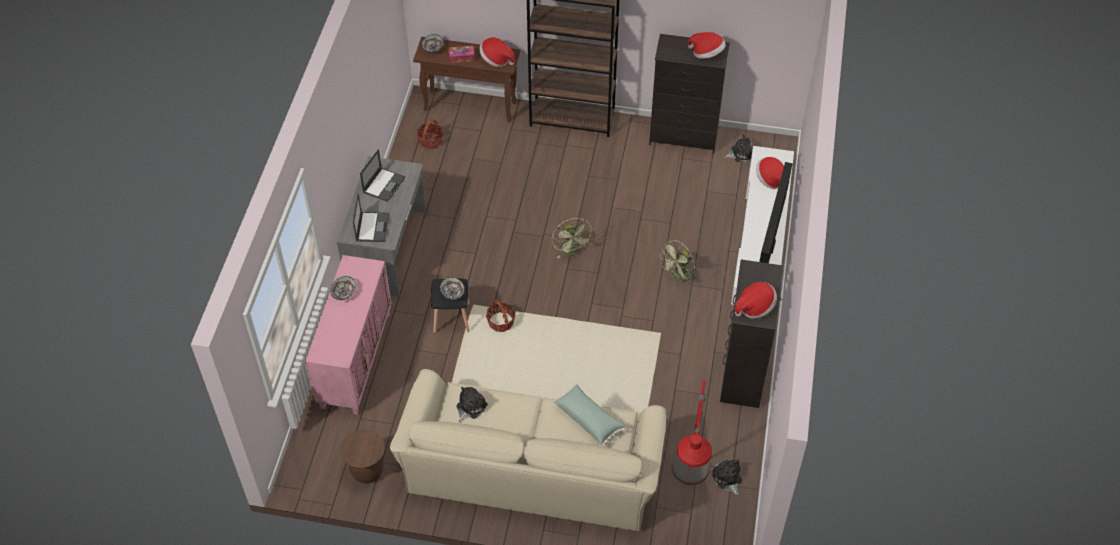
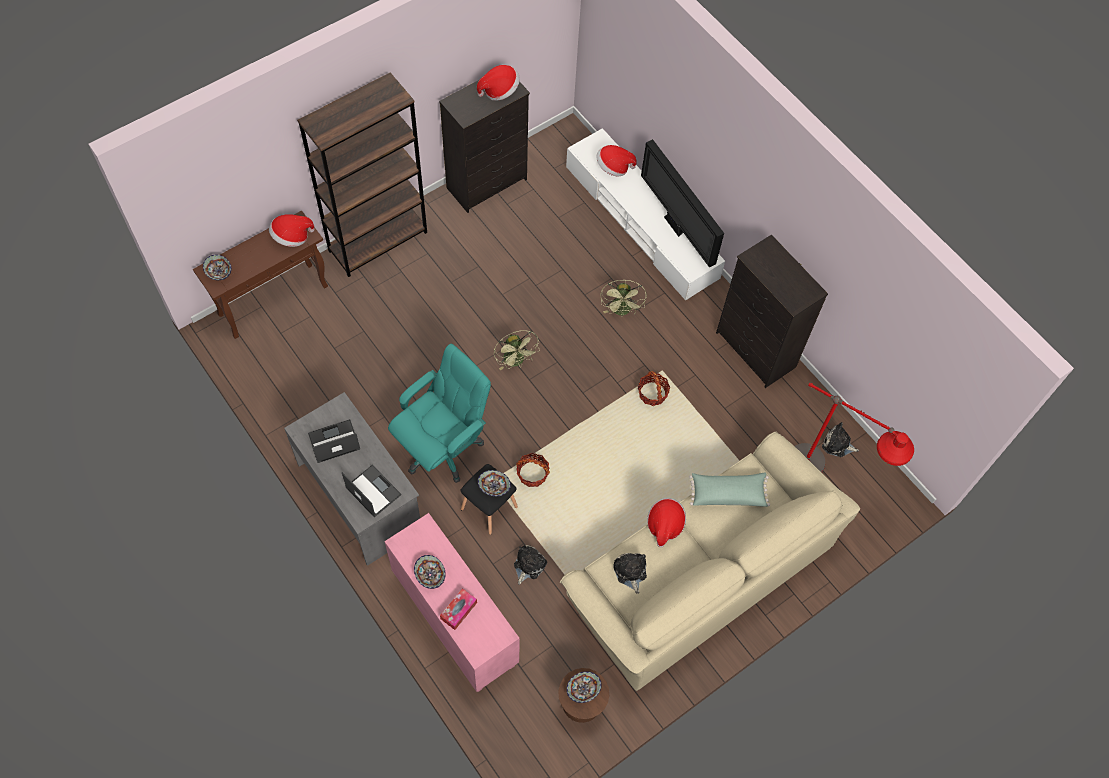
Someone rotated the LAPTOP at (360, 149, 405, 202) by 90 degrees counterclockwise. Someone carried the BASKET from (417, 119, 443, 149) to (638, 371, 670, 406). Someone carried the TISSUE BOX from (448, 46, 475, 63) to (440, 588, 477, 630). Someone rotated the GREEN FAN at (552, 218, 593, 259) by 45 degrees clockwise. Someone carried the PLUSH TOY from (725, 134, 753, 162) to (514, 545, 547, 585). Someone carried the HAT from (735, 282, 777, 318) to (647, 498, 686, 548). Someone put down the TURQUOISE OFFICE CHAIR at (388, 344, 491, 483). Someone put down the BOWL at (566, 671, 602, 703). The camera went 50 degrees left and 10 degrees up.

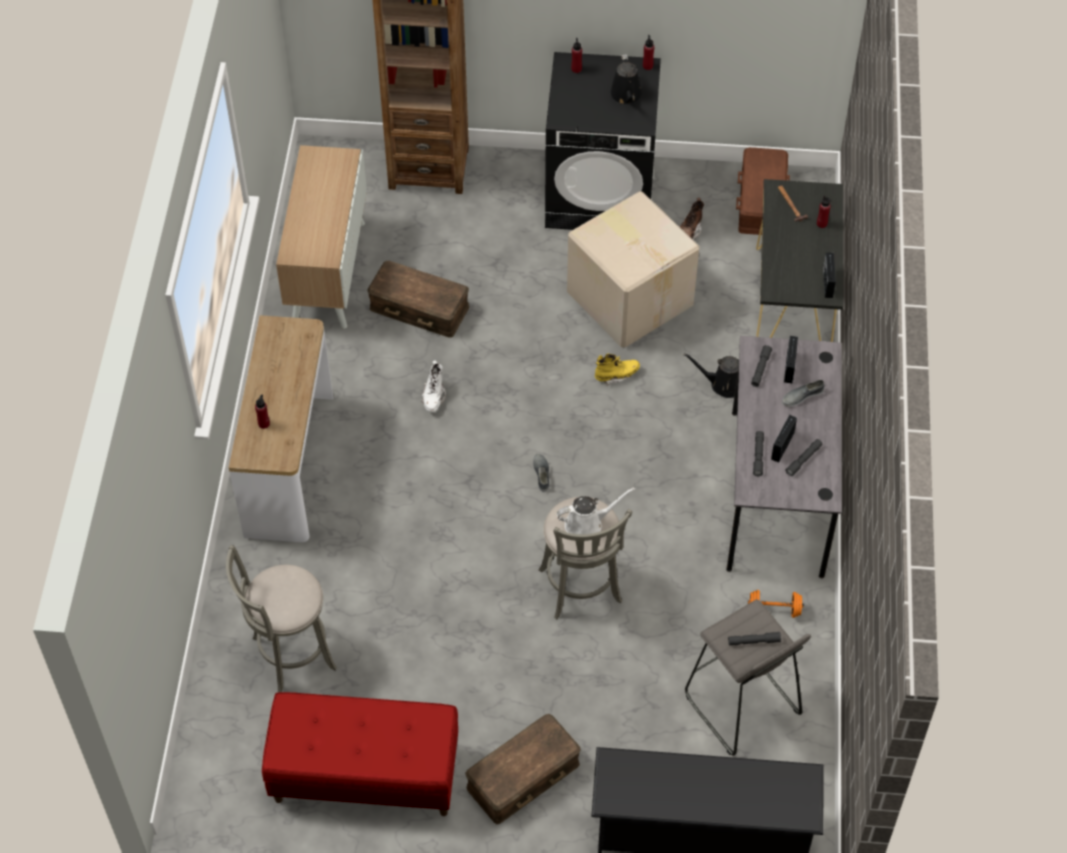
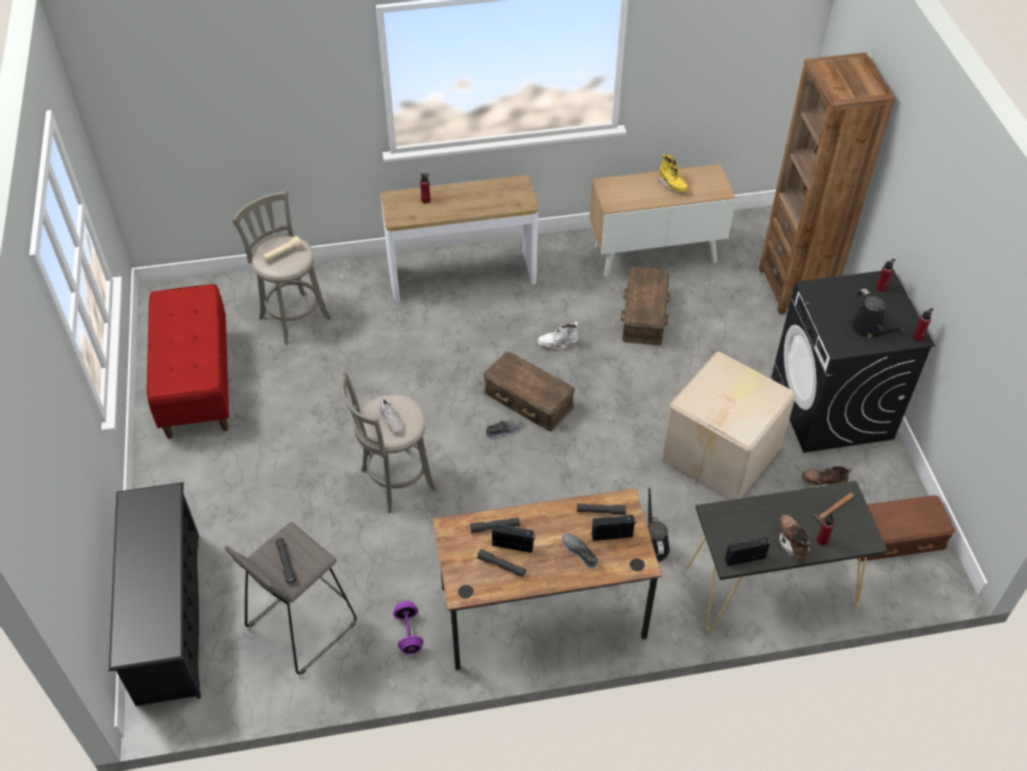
Someone carried the BROWN STORAGE BOX from (465, 714, 581, 824) to (483, 352, 575, 431). Someone swapped the WHITE WATERING CAN at (557, 487, 635, 534) for the WHITE SHOE at (379, 398, 404, 434). Someone carried the YELLOW BOOT from (595, 354, 640, 386) to (659, 154, 688, 192). Someone rotated the BLACK WATERING CAN at (610, 54, 642, 105) by 90 degrees counterclockwise. Someone repainted the GREY DESK at (726, 336, 842, 578), which became the BROWN DESK at (433, 488, 662, 670). Someone repainted the ORANGE DUMBBELL at (748, 590, 804, 618), which became the PURPLE DUMBBELL at (393, 601, 423, 654). Someone put down the BEIGE FLASHLIGHT at (262, 236, 302, 261). Someone put down the BROWN BOOT at (779, 515, 811, 560). The camera went 75 degrees right and 5 degrees down.

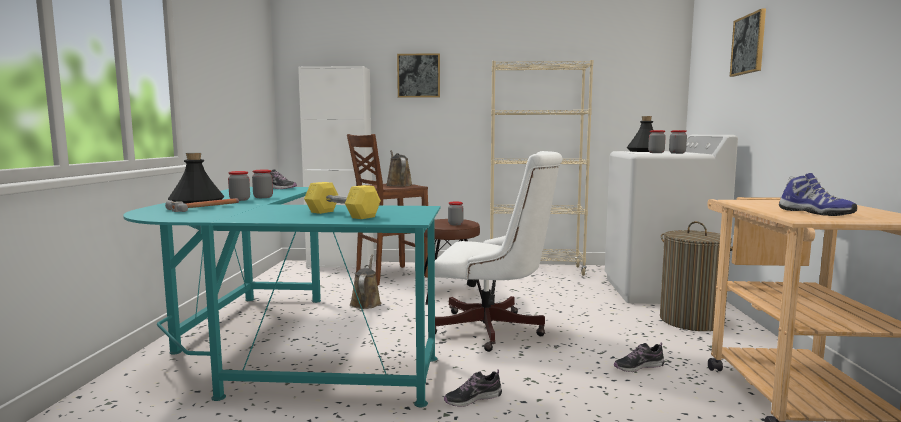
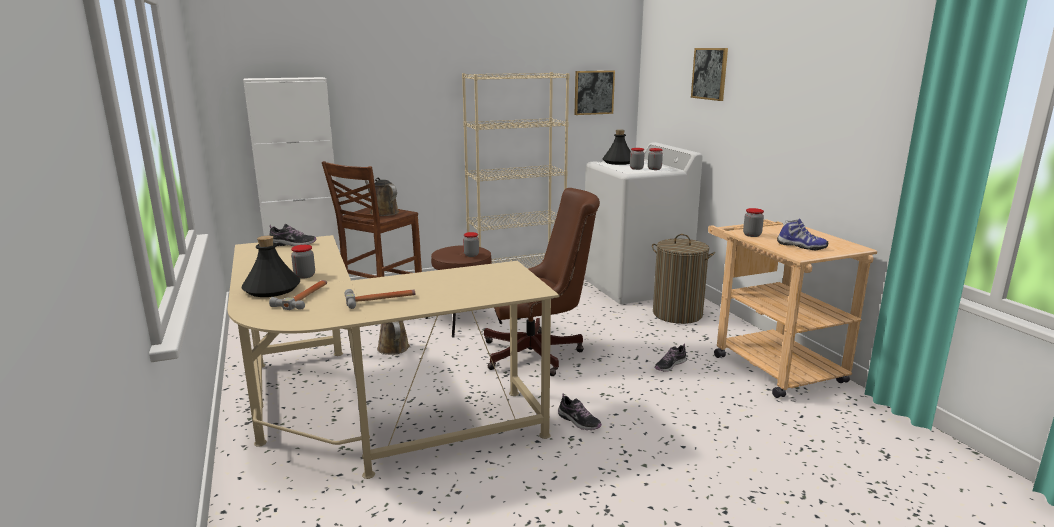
Someone repainted the TURQUOISE DESK at (123, 187, 440, 408), which became the BEIGE DESK at (227, 235, 559, 479). Someone carried the JAR from (252, 170, 273, 198) to (743, 208, 764, 237). Someone took away the YELLOW DUMBBELL at (304, 182, 381, 219). Someone carried the PICTURE from (397, 53, 440, 98) to (575, 70, 615, 115). Someone repainted the WHITE OFFICE CHAIR at (435, 151, 563, 352), which became the BROWN OFFICE CHAIR at (484, 188, 600, 376). Someone rotated the SHOE at (444, 370, 502, 407) by 90 degrees counterclockwise. Someone put down the HAMMER at (345, 289, 416, 309). The camera went 25 degrees left and 10 degrees up.

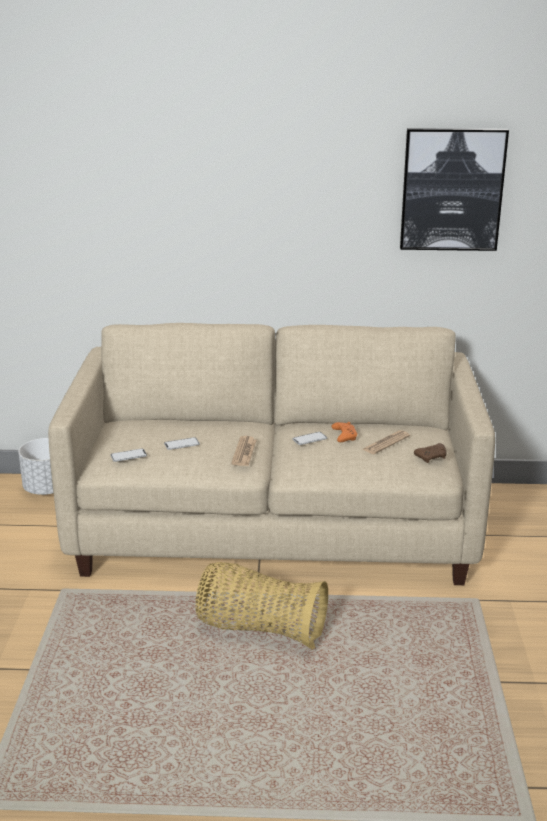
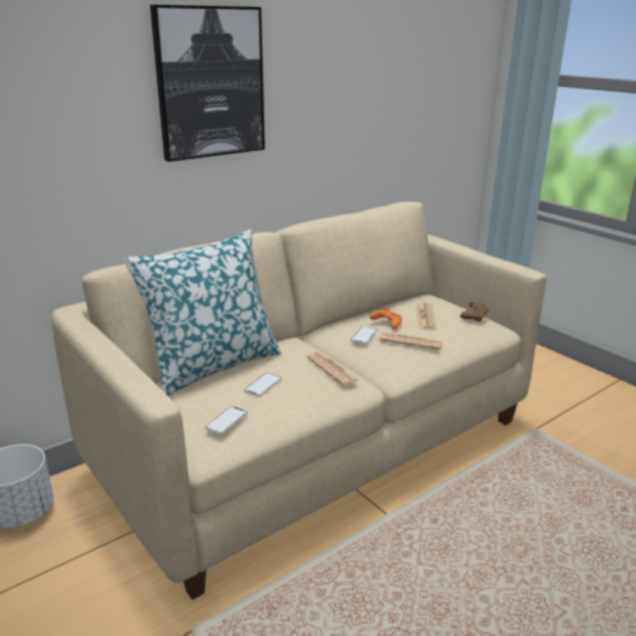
Someone took away the BASKET at (195, 562, 328, 650). Someone carried the PICTURE from (400, 128, 509, 251) to (150, 5, 265, 162). Someone put down the PILLOW at (124, 229, 281, 396). Someone put down the NEWSPAPER at (379, 332, 442, 349). The camera went 40 degrees left and 0 degrees up.

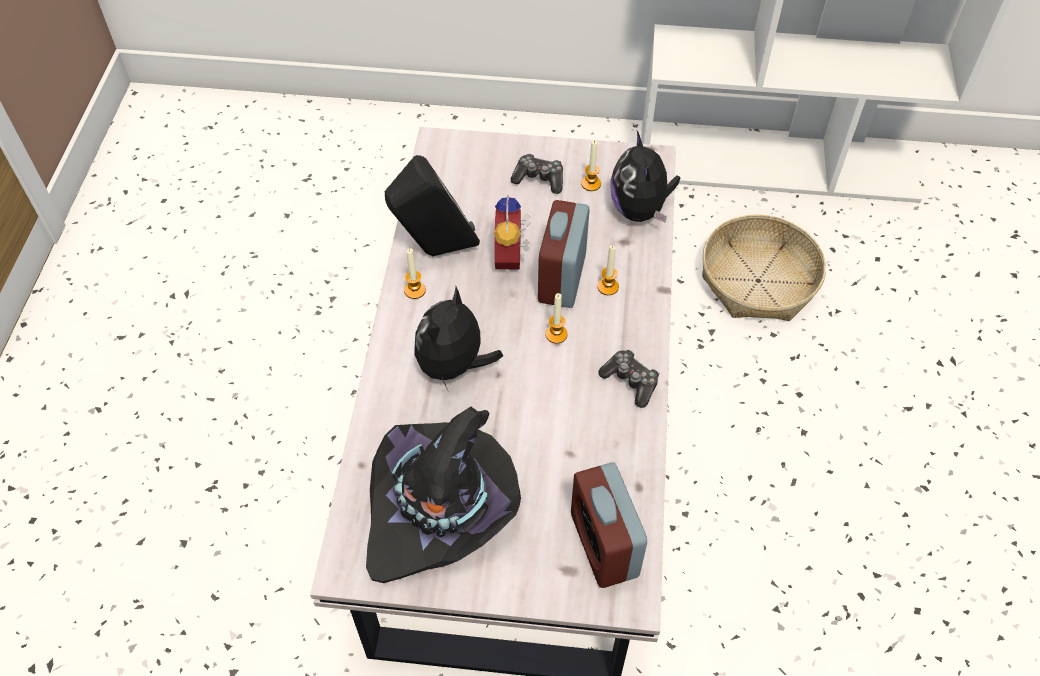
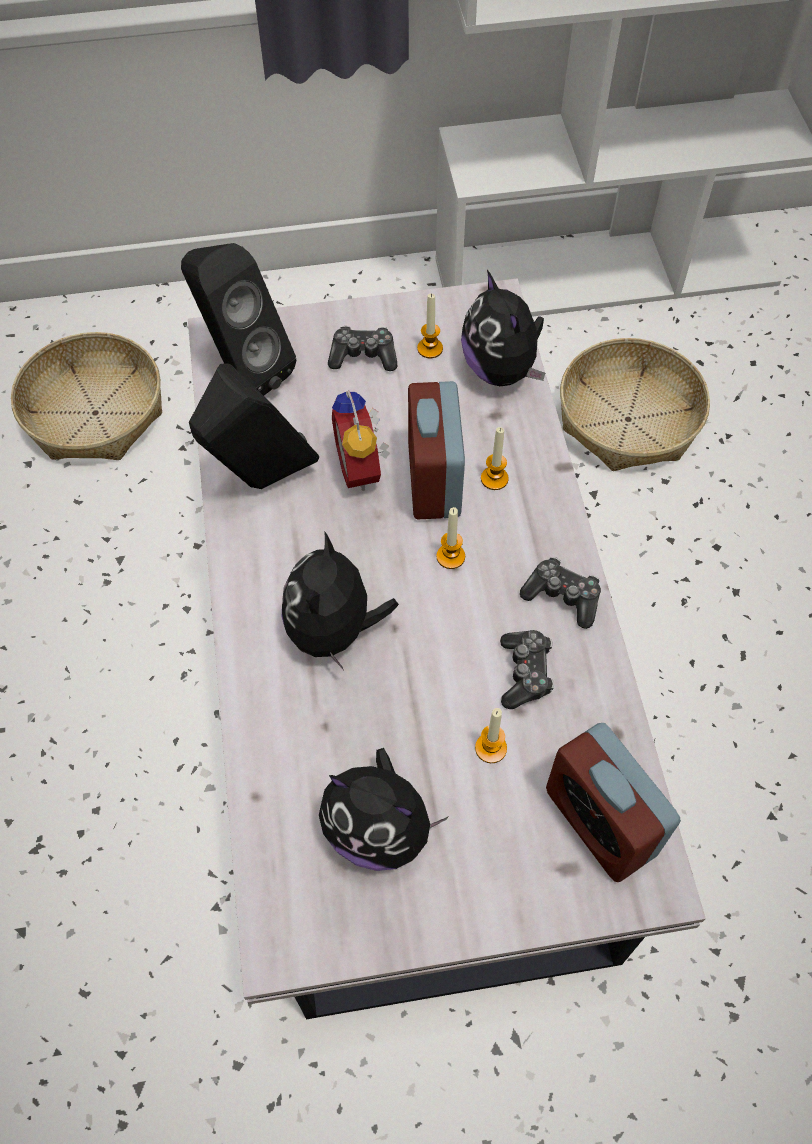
Someone swapped the BLACK HAT at (366, 407, 521, 583) for the PLUSH TOY at (319, 748, 449, 871). Someone carried the CANDLE from (404, 248, 426, 299) to (475, 708, 507, 763). Someone put down the BASKET at (11, 332, 162, 460). Someone put down the BLACK SPEAKER at (181, 243, 296, 396). Someone put down the GAME CONTROLLER at (500, 630, 554, 709). The camera went 15 degrees left and 5 degrees up.

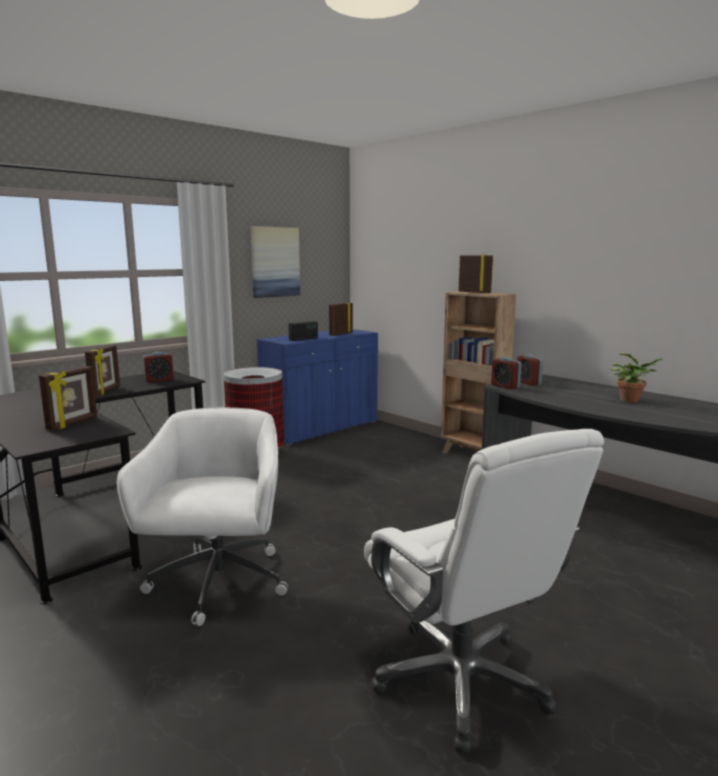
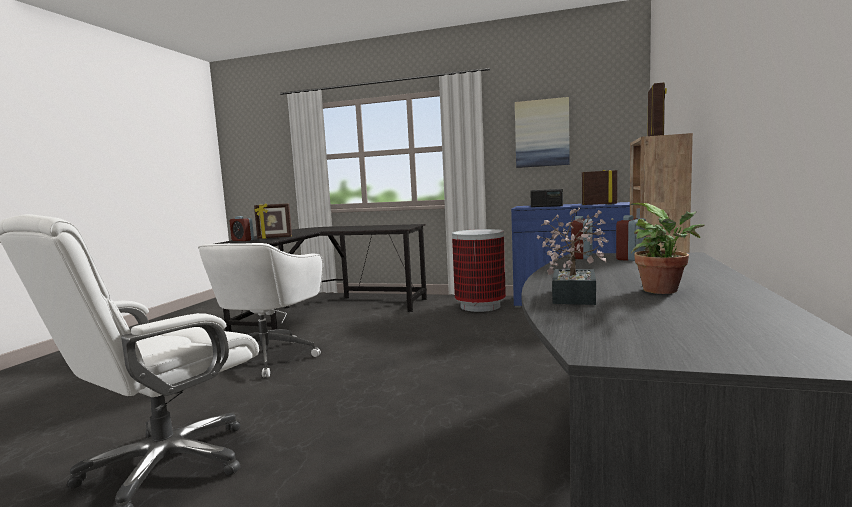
Someone took away the PICTURE FRAME at (85, 345, 120, 396). Someone rotated the WHITE OFFICE CHAIR at (117, 408, 288, 626) by 135 degrees clockwise. Someone carried the ALARM CLOCK from (143, 352, 174, 382) to (230, 216, 254, 241). Someone put down the POTTED PLANT at (536, 208, 608, 305). The camera went 60 degrees right and 5 degrees down.

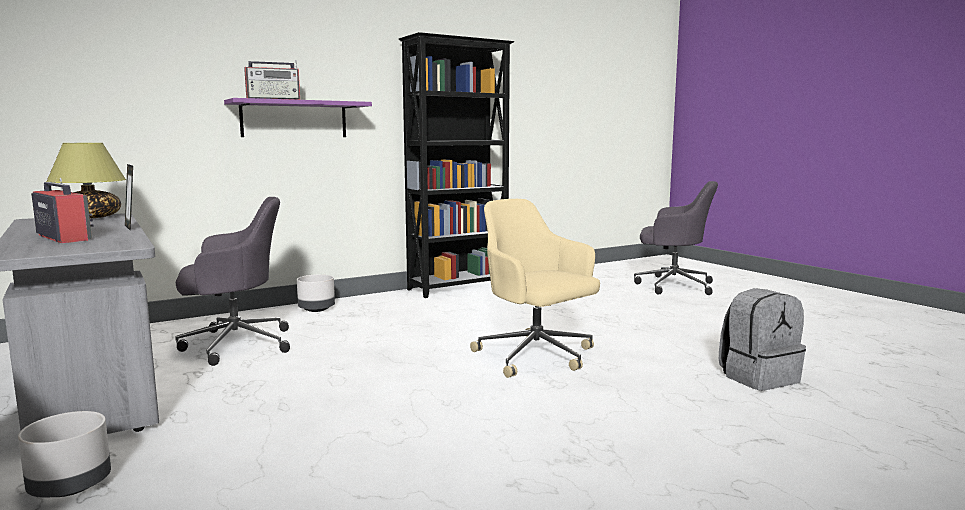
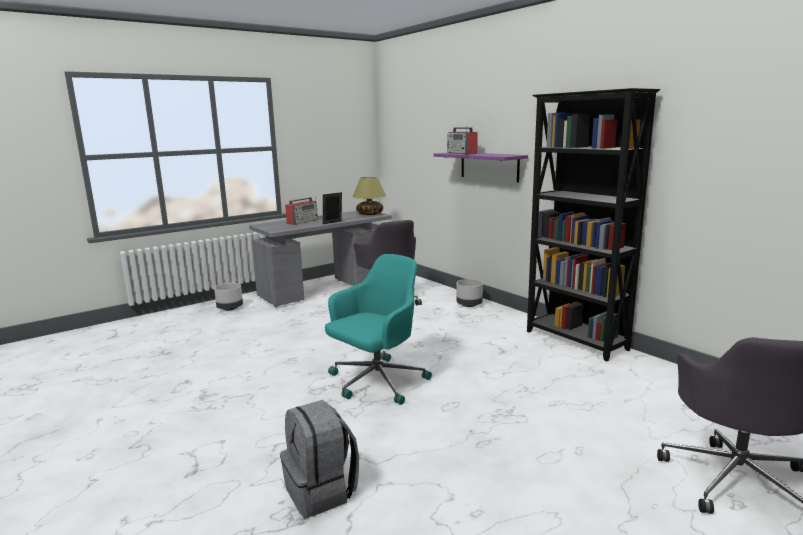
Someone repainted the BEIGE OFFICE CHAIR at (470, 199, 600, 378), which became the TURQUOISE OFFICE CHAIR at (325, 254, 432, 405). The camera went 85 degrees right and 5 degrees up.

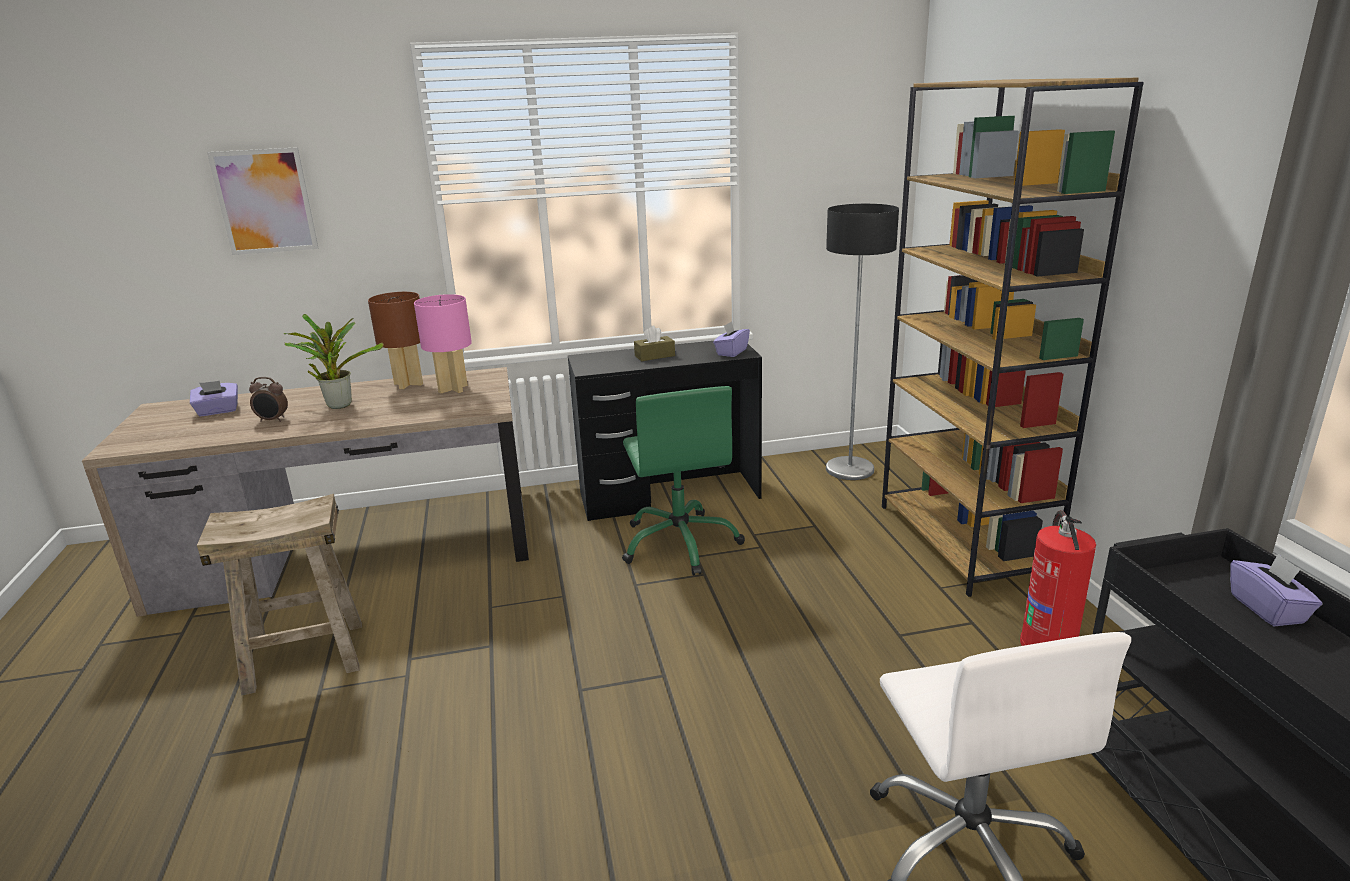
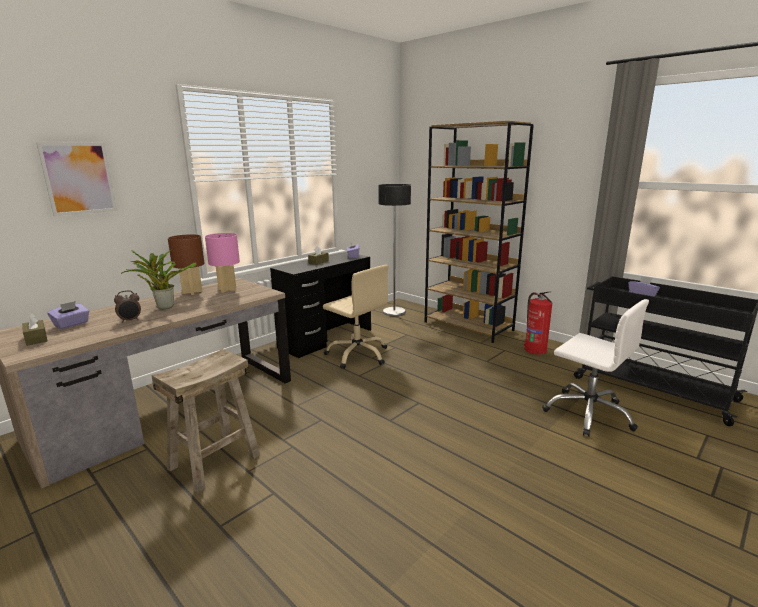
Someone repainted the GREEN OFFICE CHAIR at (622, 386, 745, 576), which became the BEIGE OFFICE CHAIR at (323, 265, 388, 369). Someone put down the BROWN TISSUE BOX at (22, 313, 47, 346). The camera went 35 degrees left and 5 degrees down.

